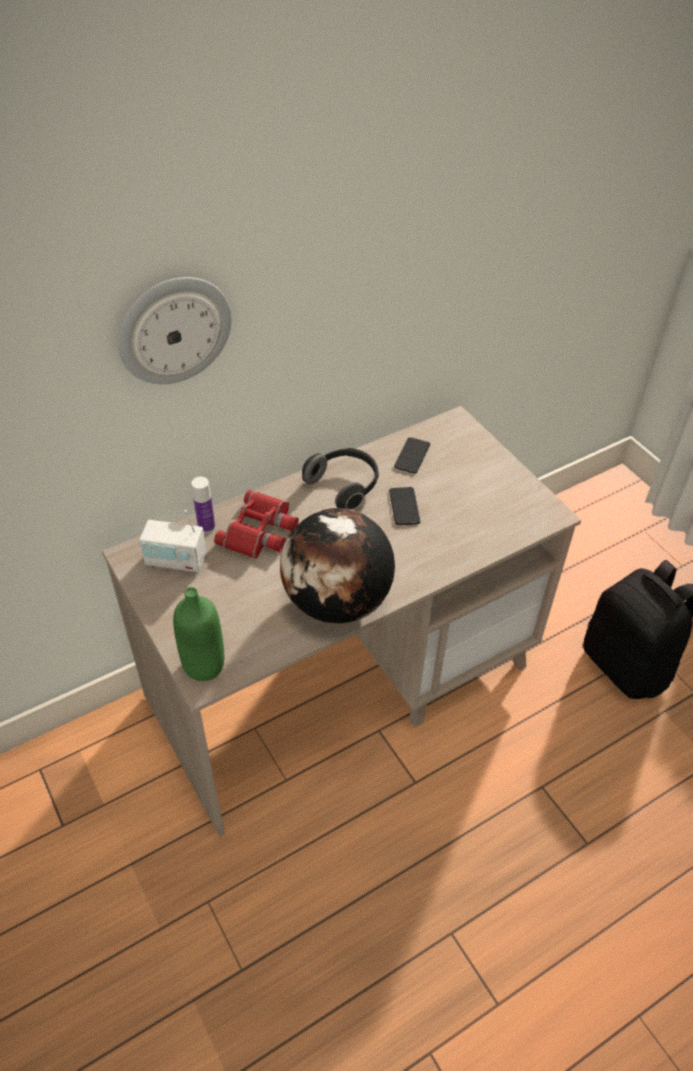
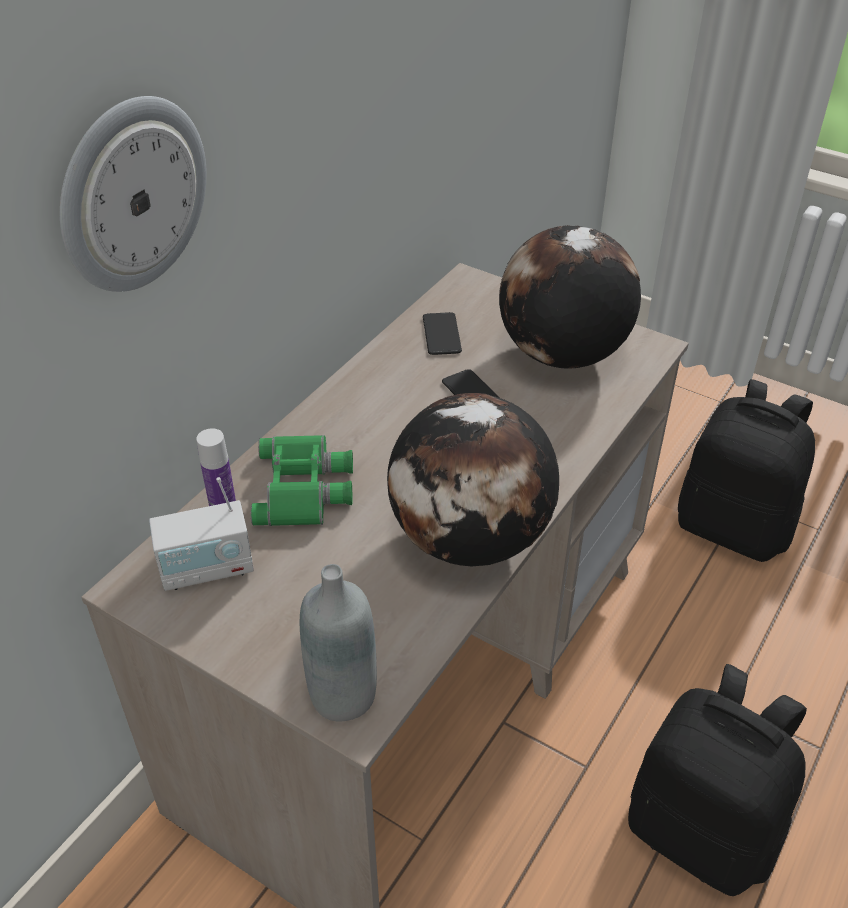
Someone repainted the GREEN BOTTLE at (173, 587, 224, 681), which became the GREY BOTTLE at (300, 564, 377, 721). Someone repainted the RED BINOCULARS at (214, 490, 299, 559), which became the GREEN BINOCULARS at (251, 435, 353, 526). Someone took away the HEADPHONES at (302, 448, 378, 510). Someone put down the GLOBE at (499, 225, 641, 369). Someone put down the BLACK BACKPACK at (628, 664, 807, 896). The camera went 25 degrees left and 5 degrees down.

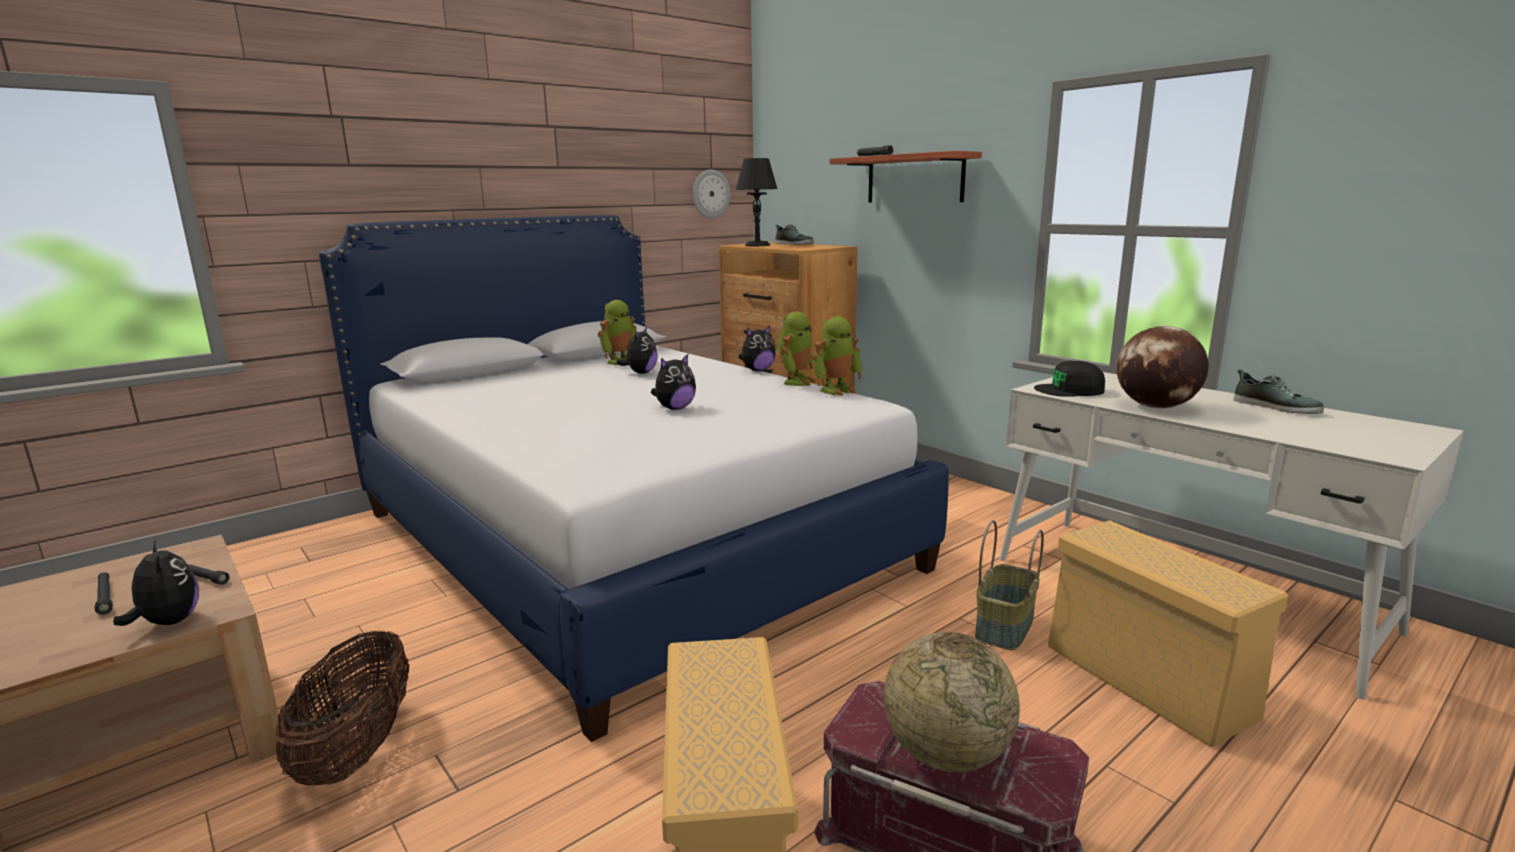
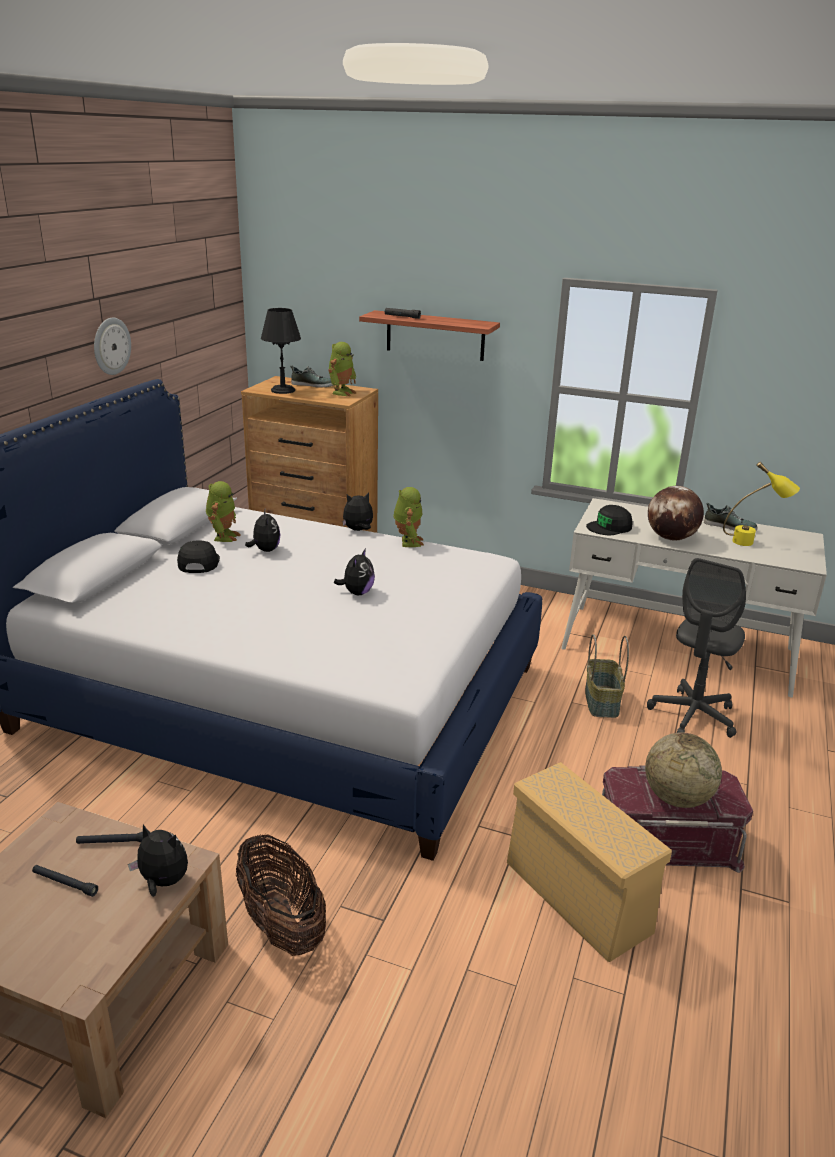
Someone carried the WALL CLOCK from (693, 170, 730, 218) to (94, 318, 131, 375). Someone rotated the PLUSH TOY at (739, 326, 776, 371) by 135 degrees counterclockwise. Someone carried the TOY ROBOT from (811, 317, 863, 396) to (328, 342, 356, 396). Someone swapped the BEIGE STORAGE BOX at (1048, 520, 1288, 747) for the GREY OFFICE CHAIR at (647, 558, 746, 738). Someone put down the BLACK CAP at (177, 540, 220, 573). Someone put down the YELLOW TABLE LAMP at (723, 462, 800, 546). The camera went 30 degrees left and 10 degrees up.

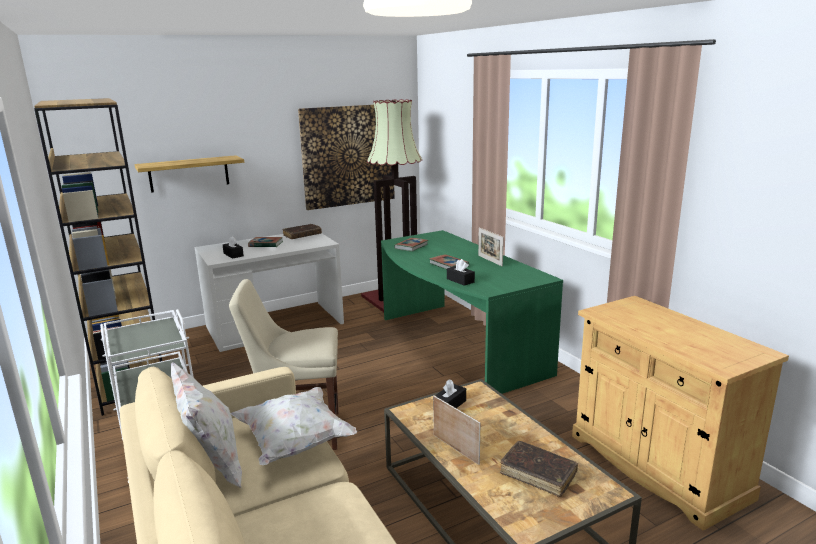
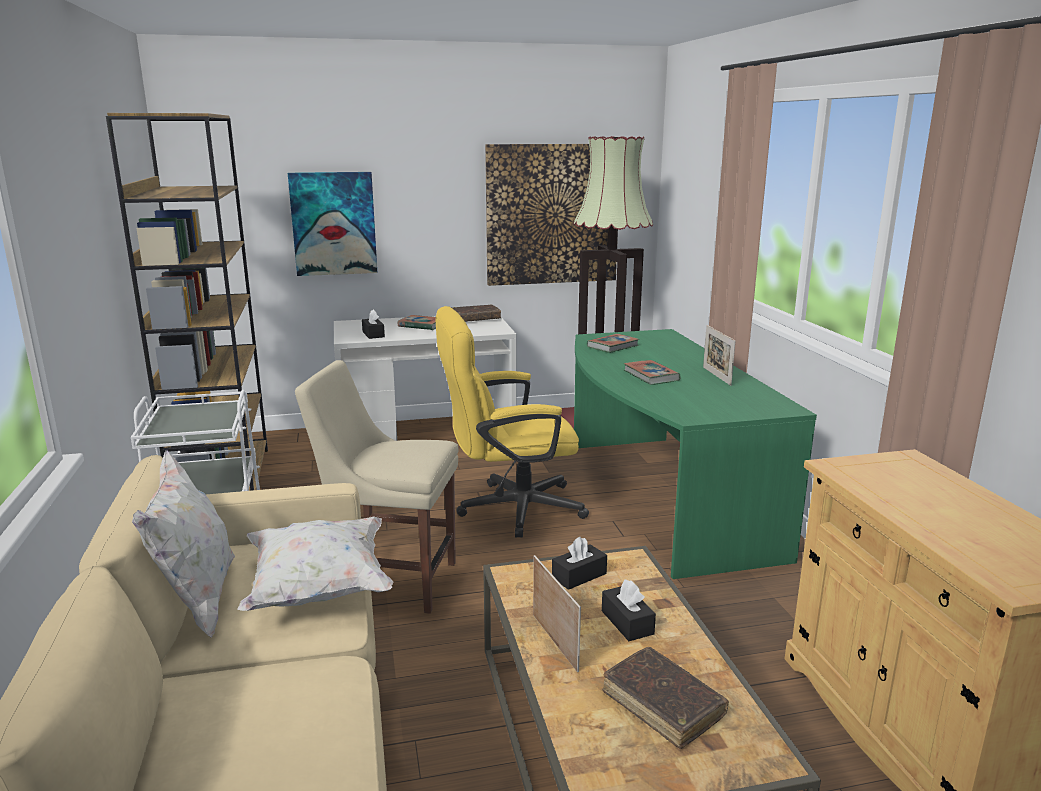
Someone swapped the SHELF at (134, 155, 244, 193) for the PICTURE at (288, 172, 377, 276). Someone carried the BLACK TISSUE BOX from (447, 259, 475, 286) to (602, 579, 656, 641). Someone put down the YELLOW OFFICE CHAIR at (436, 306, 589, 538). The camera went 15 degrees right and 0 degrees up.

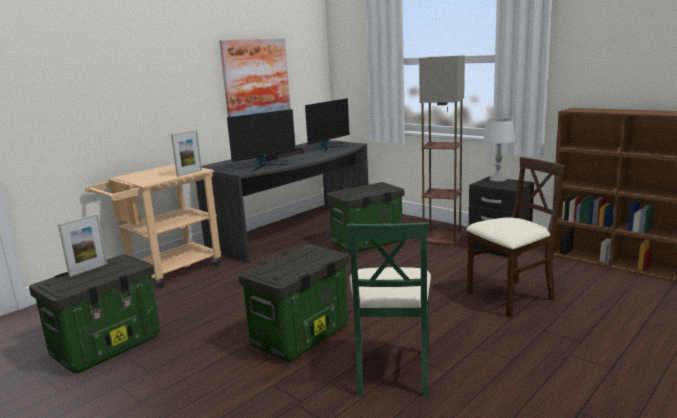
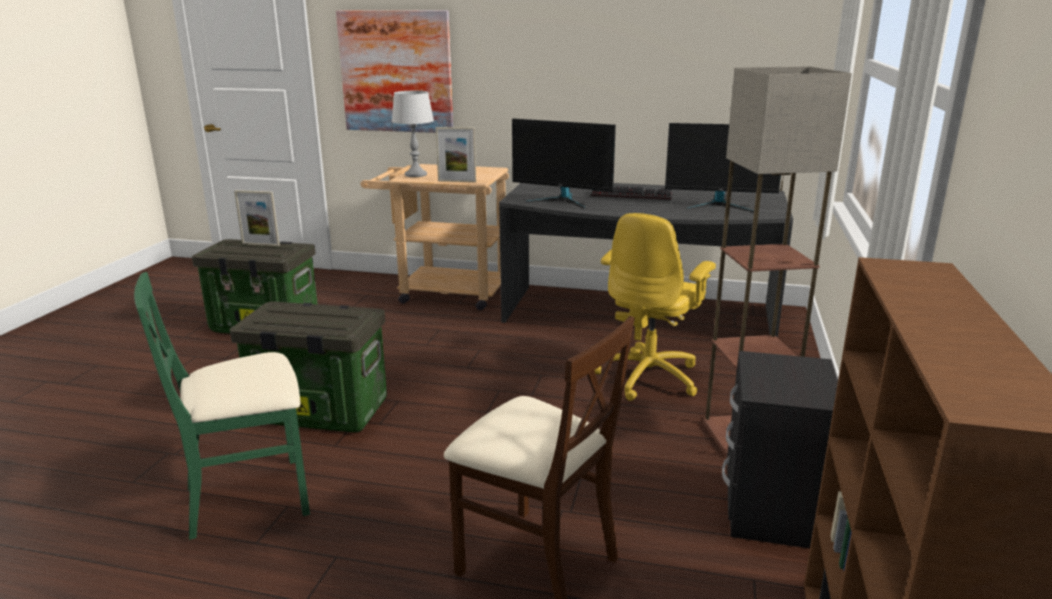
Someone carried the PICTURE from (220, 38, 290, 117) to (336, 10, 453, 133). Someone swapped the STORAGE BOX at (327, 182, 404, 253) for the YELLOW OFFICE CHAIR at (594, 213, 716, 401). Someone carried the GREY TABLE LAMP from (483, 118, 516, 182) to (392, 91, 434, 177). The camera went 60 degrees right and 5 degrees up.

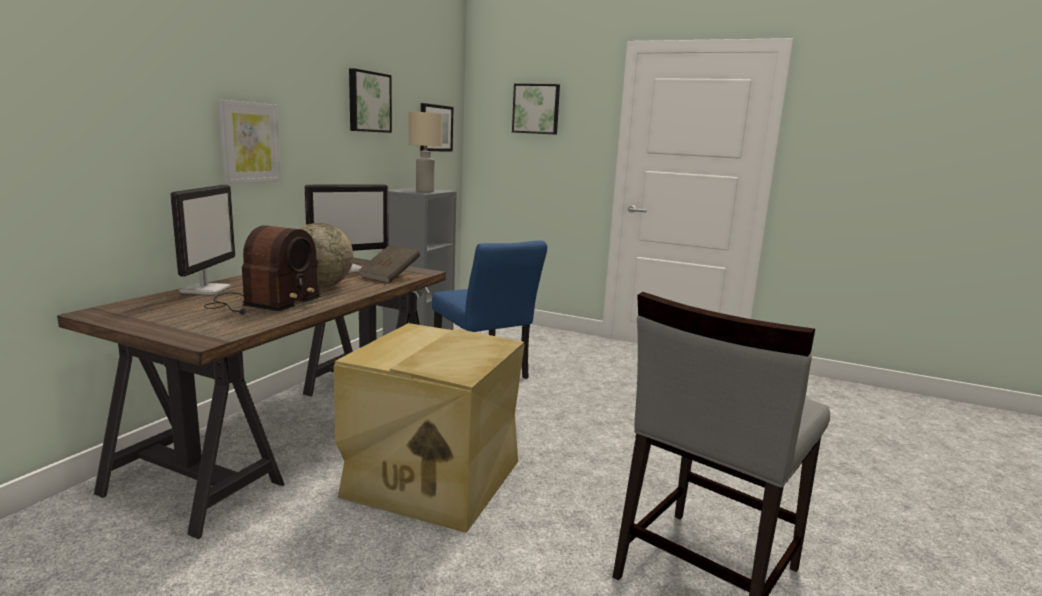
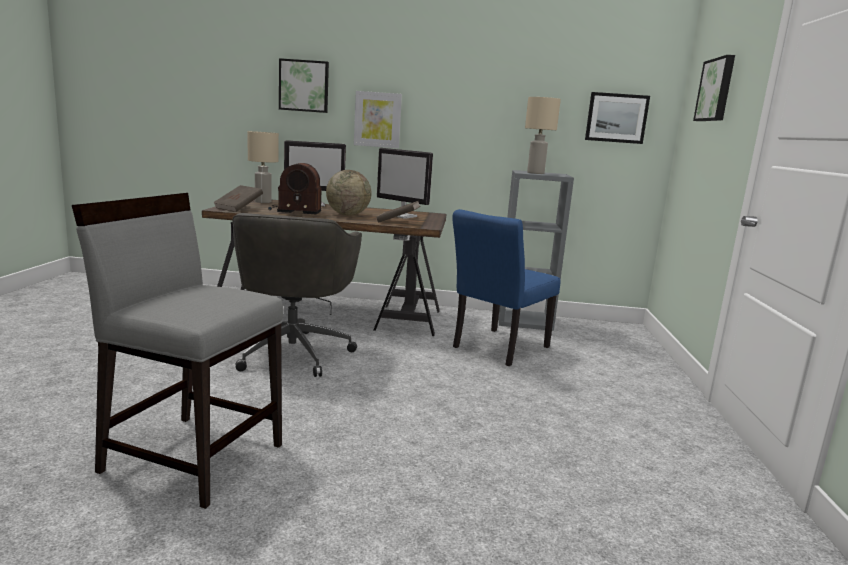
Someone swapped the BEIGE STORAGE BOX at (334, 323, 525, 533) for the GREY OFFICE CHAIR at (232, 213, 362, 377). Someone carried the PICTURE from (349, 68, 392, 133) to (279, 58, 329, 113). Someone put down the BROWN BOOK at (213, 185, 263, 212). Someone put down the BEIGE TABLE LAMP at (248, 131, 279, 203). The camera went 70 degrees right and 0 degrees up.

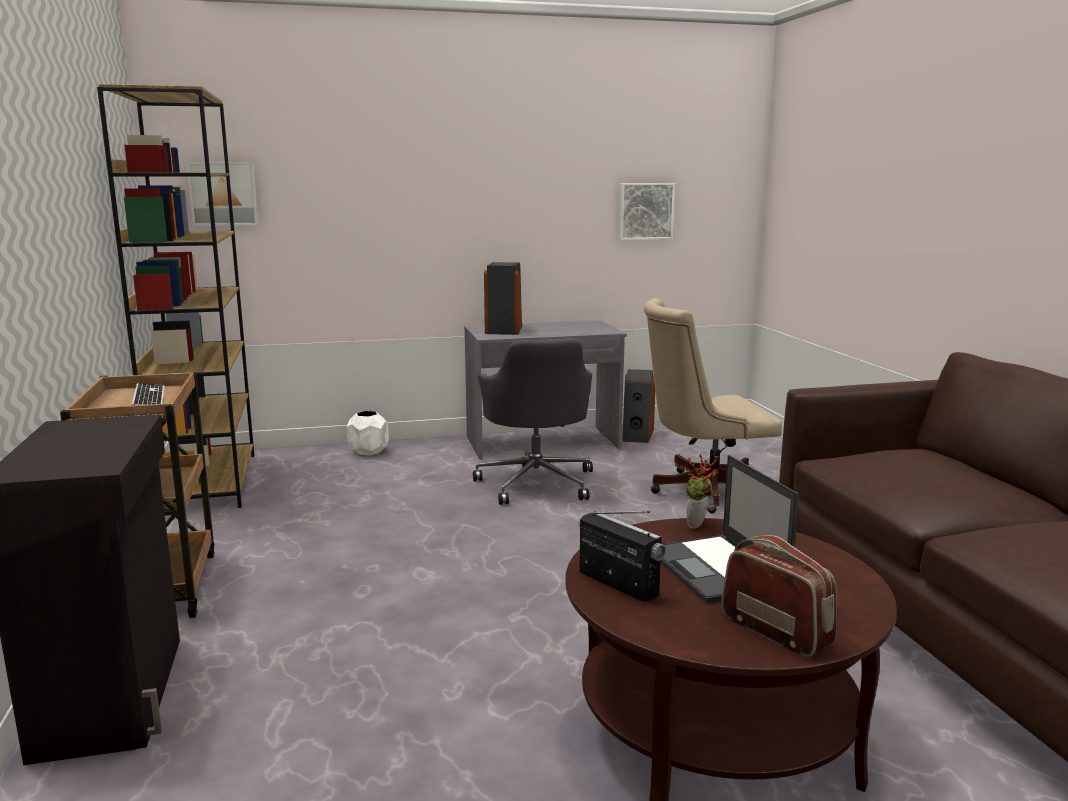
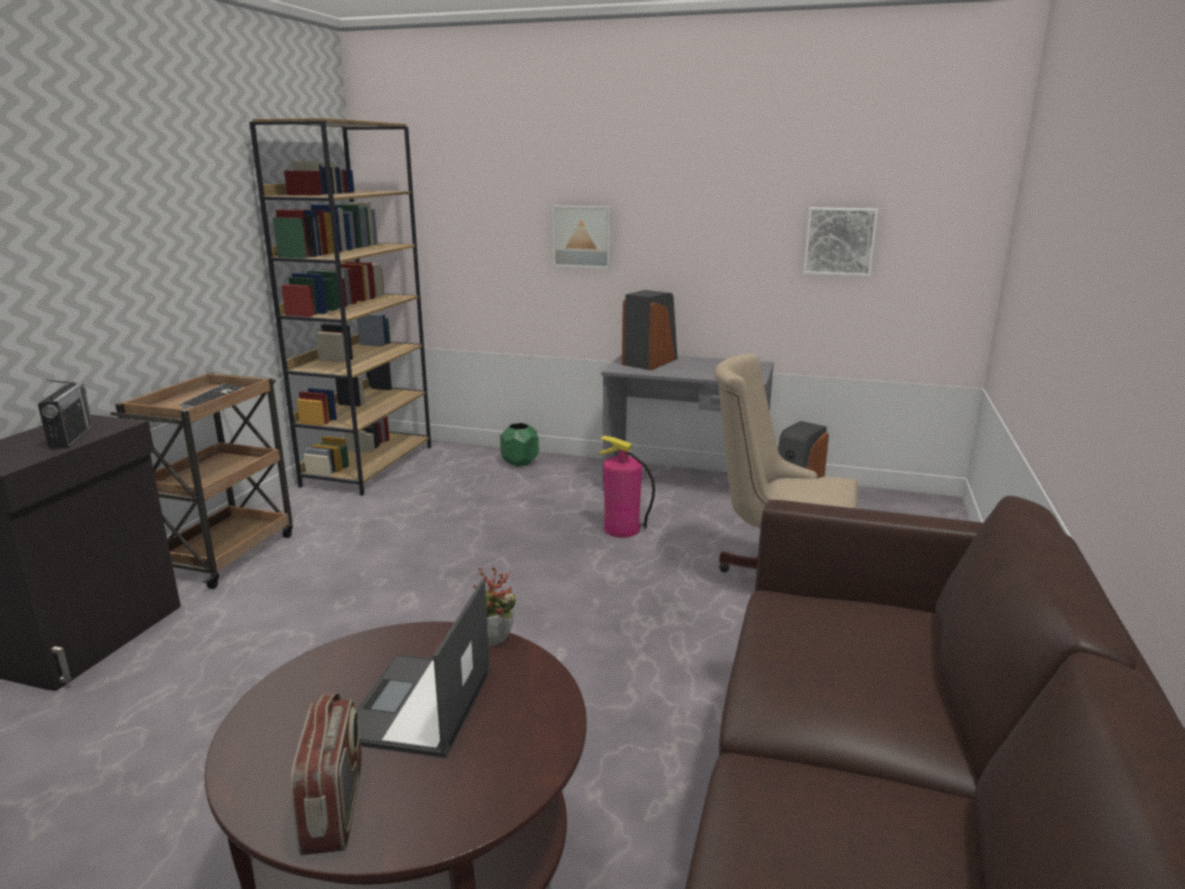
Someone carried the PICTURE from (186, 162, 258, 226) to (552, 206, 612, 269). Someone repainted the WHITE PLANTER at (347, 411, 389, 456), which became the GREEN PLANTER at (500, 423, 539, 466). Someone swapped the GREY OFFICE CHAIR at (473, 339, 593, 505) for the FIRE EXTINGUISHER at (598, 436, 655, 538). Someone carried the RADIO from (579, 511, 666, 602) to (38, 380, 93, 449). The camera went 30 degrees right and 5 degrees up.

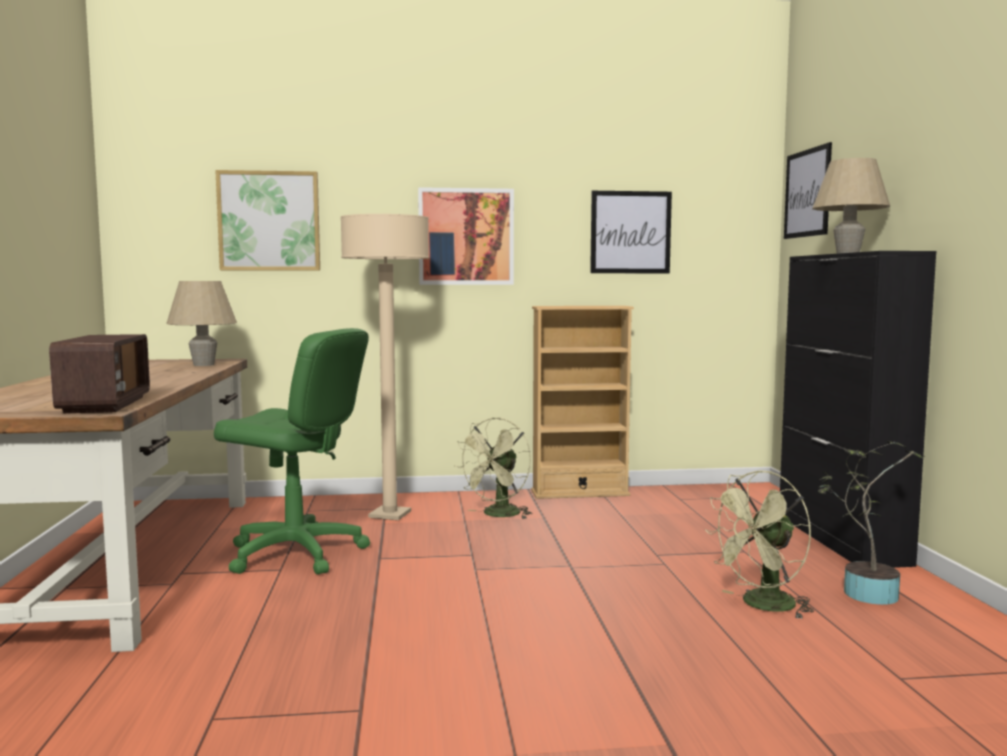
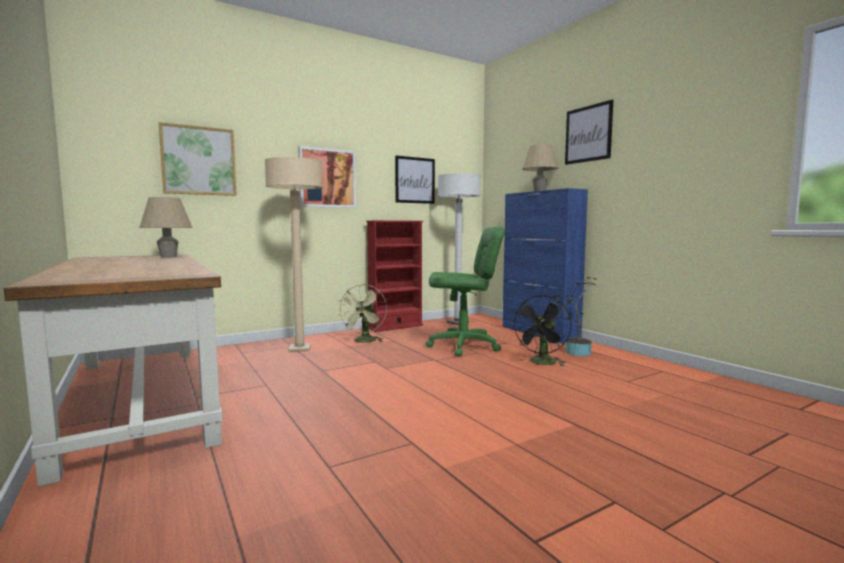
Someone took away the RADIO at (49, 334, 150, 413). Someone carried the GREEN OFFICE CHAIR from (214, 328, 370, 575) to (426, 227, 505, 356). Someone repainted the BEIGE BOOKCASE at (531, 306, 634, 499), which became the RED BOOKCASE at (366, 220, 423, 332). Someone repainted the GREEN FAN at (705, 470, 814, 619), which became the BLACK FAN at (512, 295, 571, 366). Someone repainted the BLACK CABINET at (780, 251, 937, 568), which became the BLUE CABINET at (502, 188, 588, 343). Someone carried the PICTURE from (784, 142, 832, 239) to (565, 99, 613, 165). Someone put down the WHITE FLOOR LAMP at (438, 173, 481, 325). The camera went 25 degrees left and 0 degrees up.

